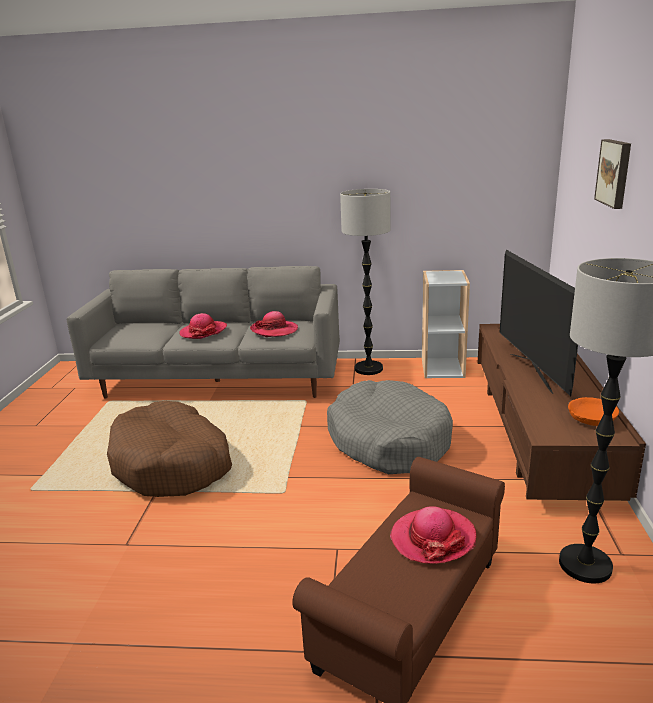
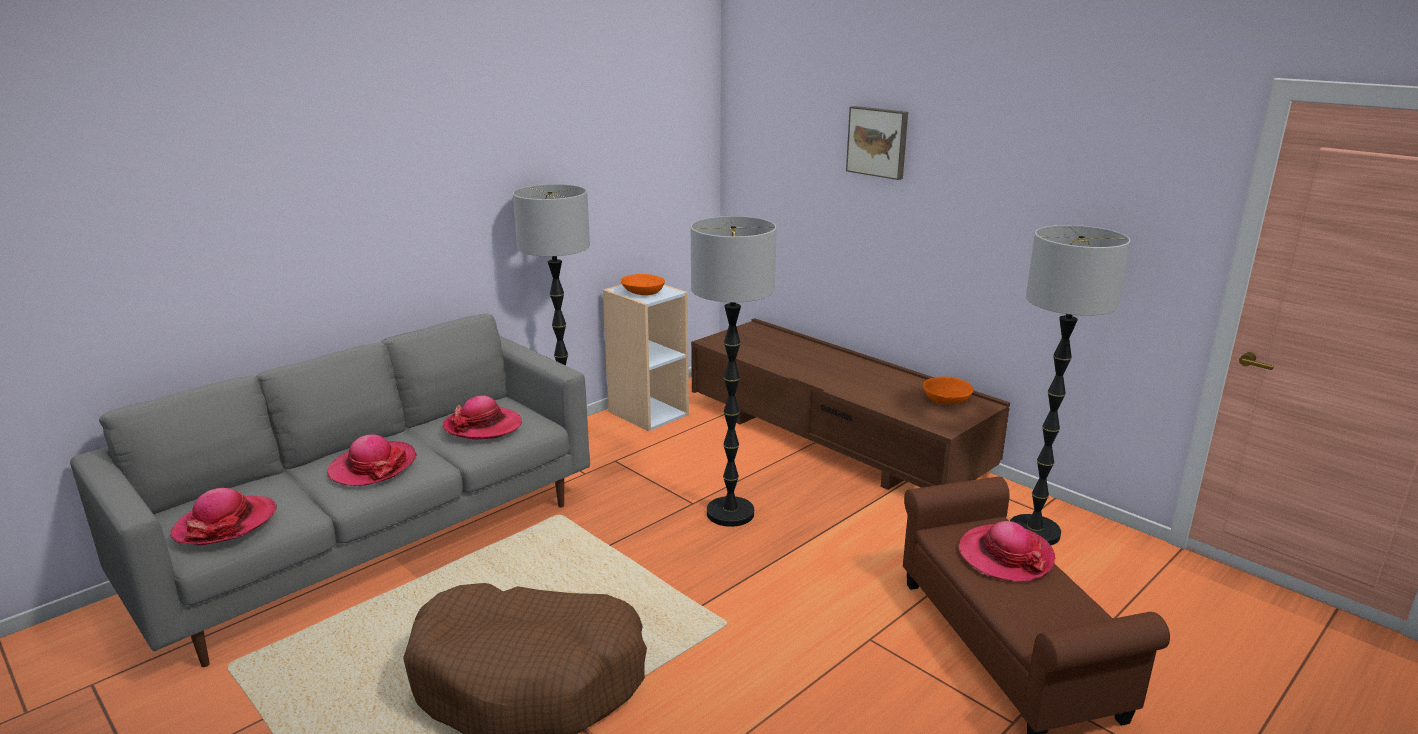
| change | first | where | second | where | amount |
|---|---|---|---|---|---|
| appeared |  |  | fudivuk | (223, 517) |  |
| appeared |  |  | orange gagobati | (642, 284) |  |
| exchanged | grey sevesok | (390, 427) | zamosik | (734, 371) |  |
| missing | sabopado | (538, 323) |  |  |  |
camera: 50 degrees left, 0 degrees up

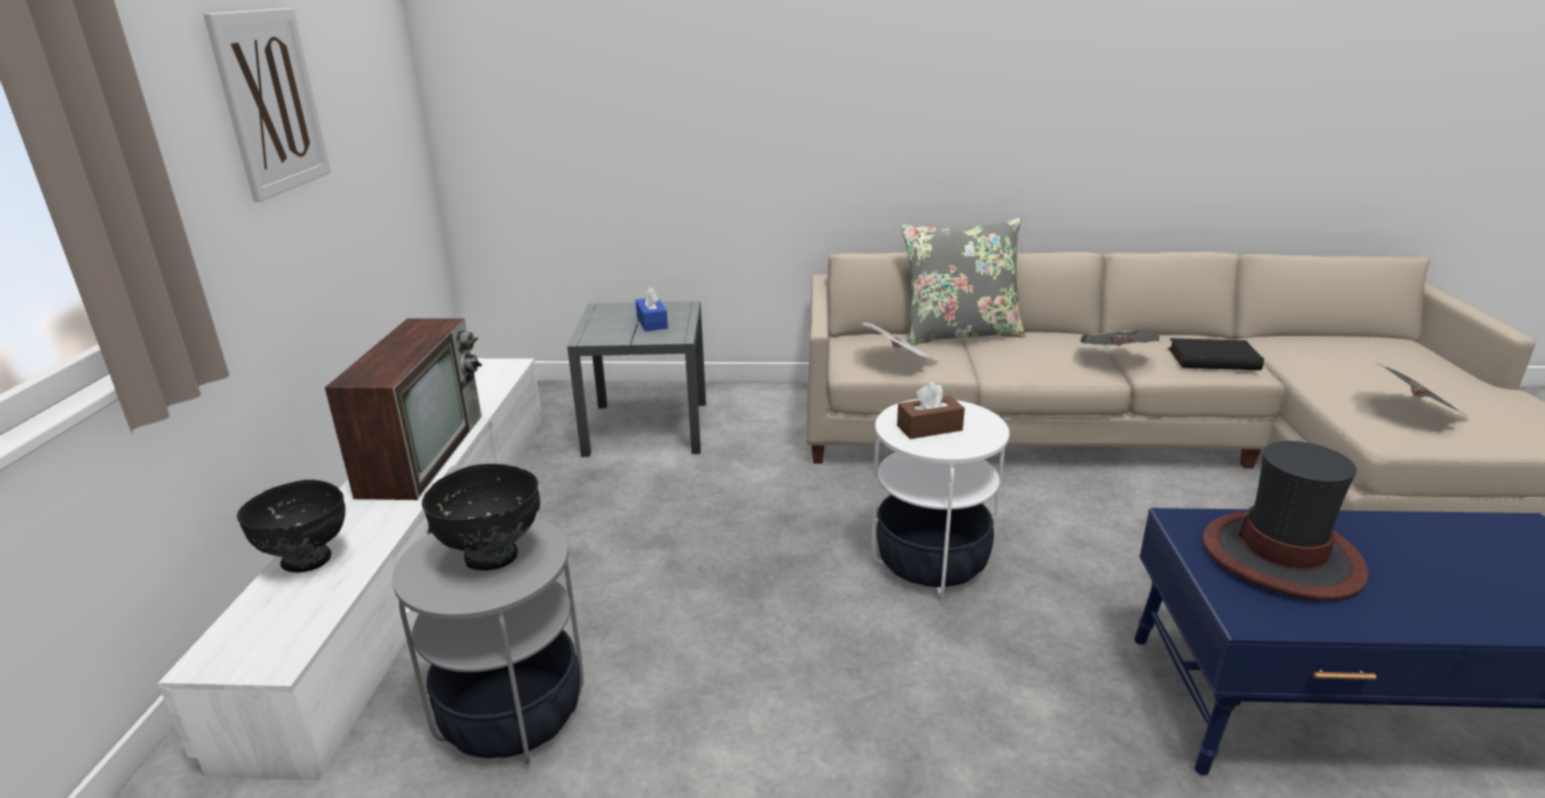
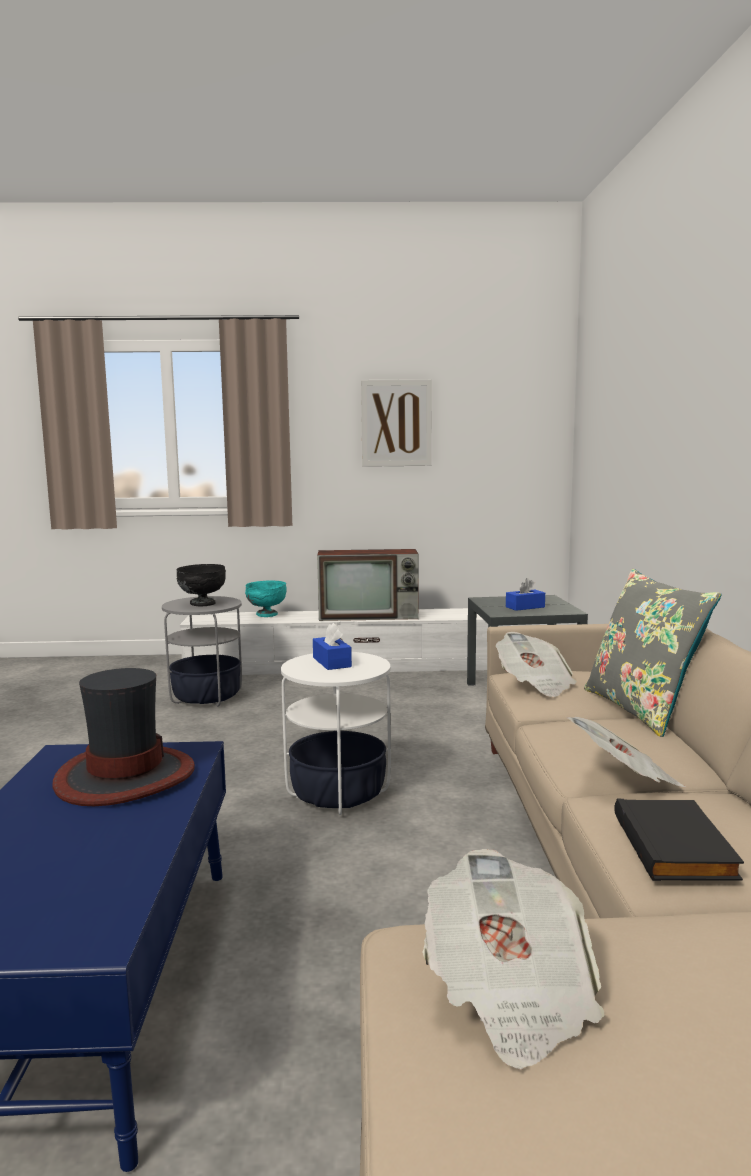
| change | first | where | second | where | amount |
|---|---|---|---|---|---|
| colour | black gagobati | (291, 526) | turquoise gagobati | (266, 598) |  |
| colour | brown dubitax | (931, 410) | blue dubitax | (332, 646) |  |
camera: 85 degrees right, 15 degrees down

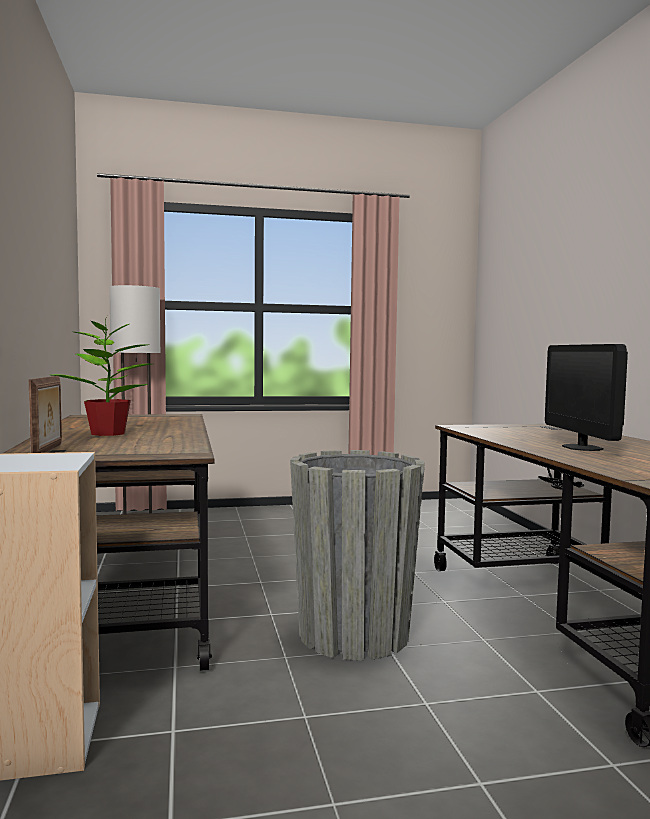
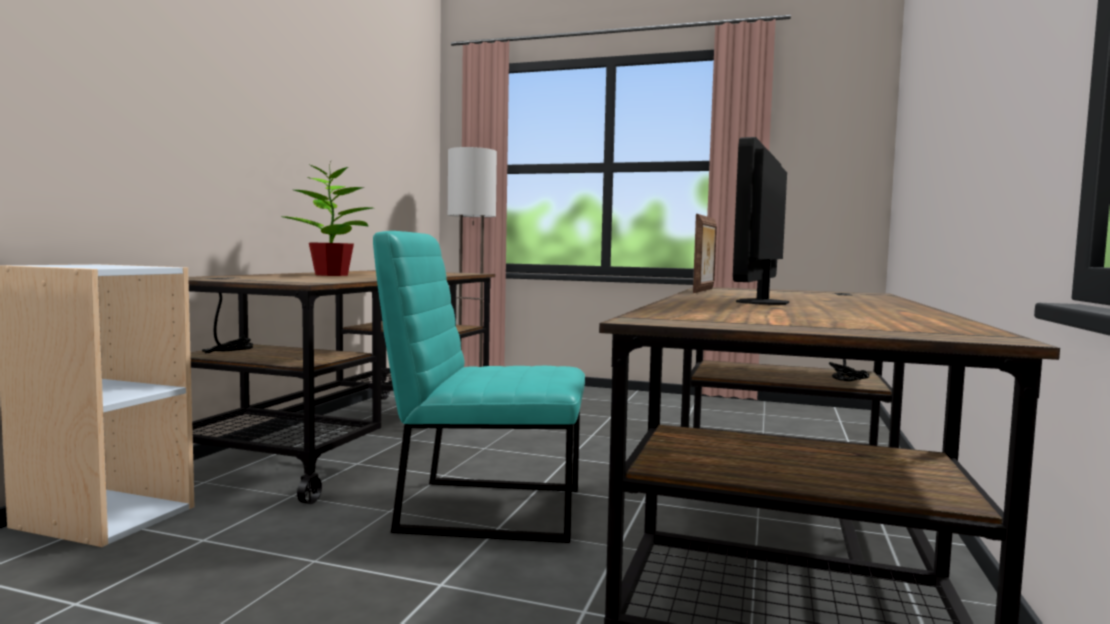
| change | first | where | second | where | amount |
|---|---|---|---|---|---|
| exchanged | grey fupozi | (357, 555) | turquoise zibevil | (479, 387) |  |
| relocated | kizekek | (45, 414) |  | (705, 253) |  |
camera: 30 degrees right, 0 degrees up

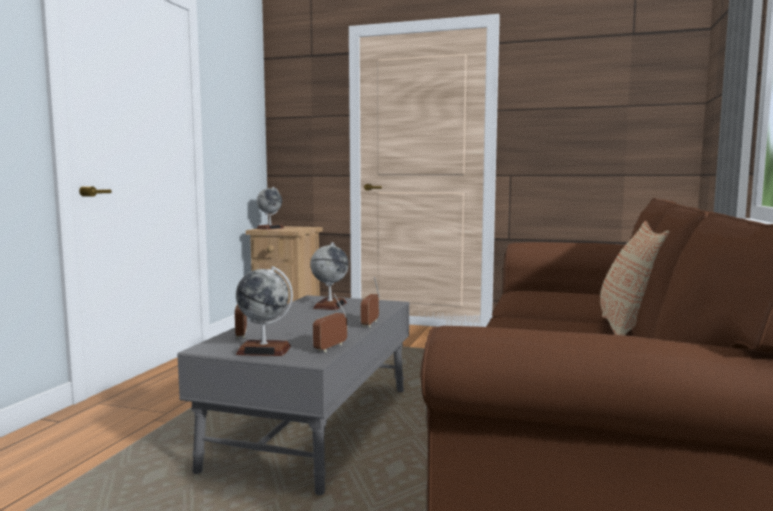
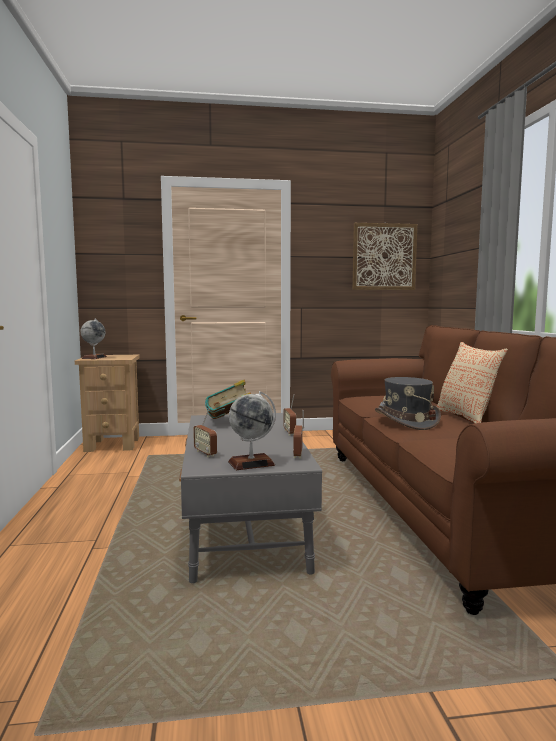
| change | first | where | second | where | amount |
|---|---|---|---|---|---|
| exchanged | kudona | (329, 276) | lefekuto | (228, 399) |  |
| appeared |  |  | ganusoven | (385, 256) |  |
| appeared |  |  | grey fudivuk | (408, 403) |  |
camera: 25 degrees left, 0 degrees up

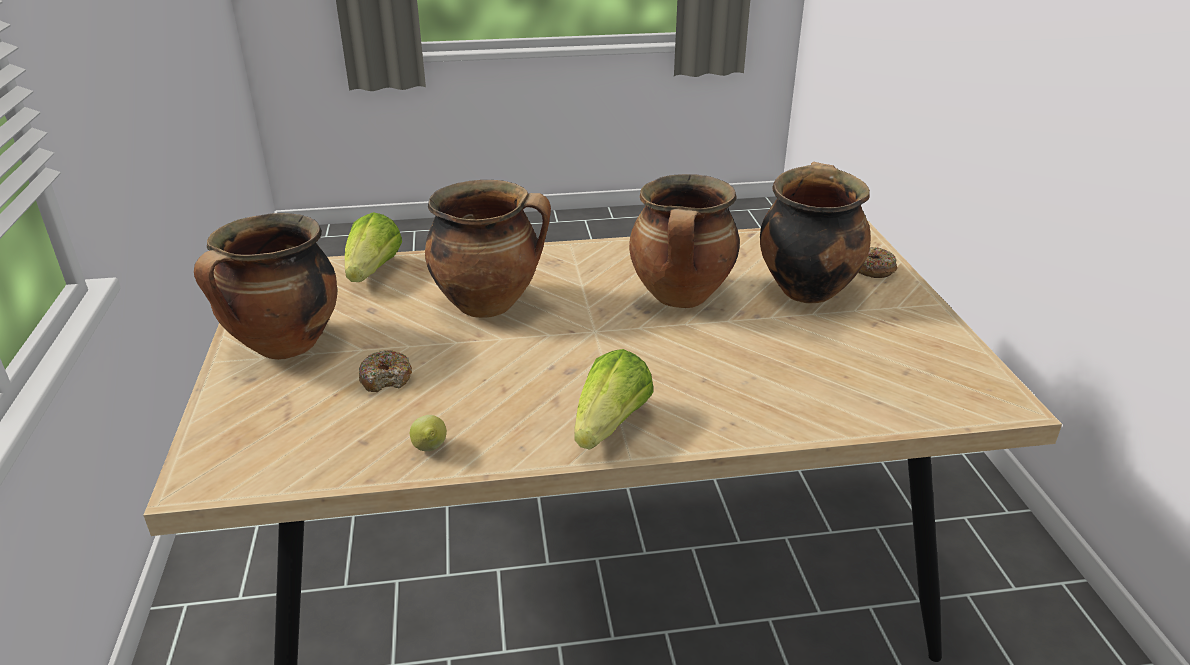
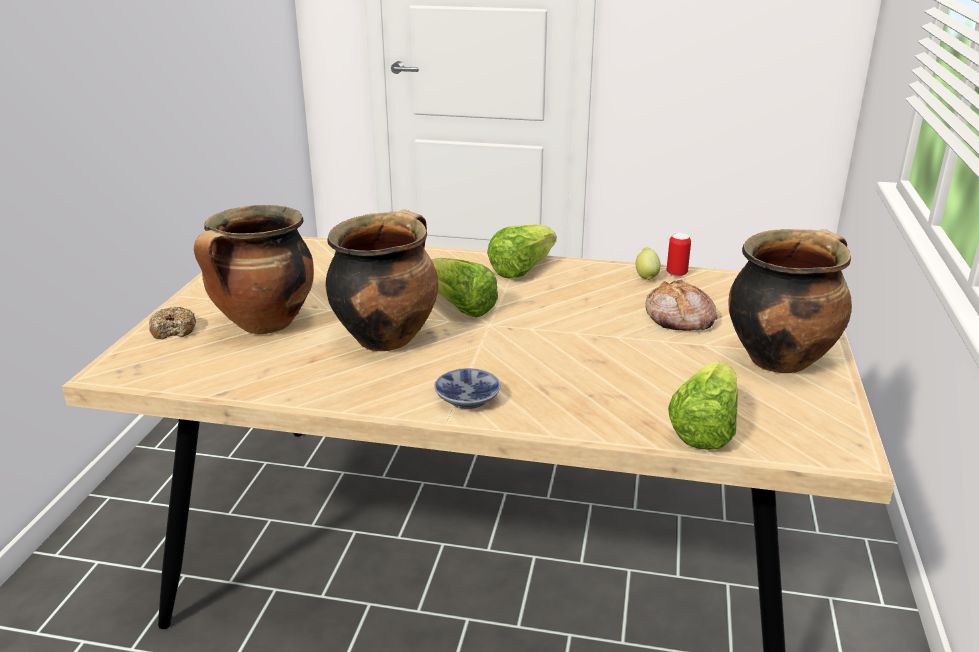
| change | first | where | second | where | amount |
|---|---|---|---|---|---|
| appeared |  |  | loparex | (464, 287) |  |
| appeared |  |  | gagobati | (467, 388) |  |
| exchanged | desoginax | (385, 371) | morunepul | (682, 305) |  |
| appeared |  |  | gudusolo | (679, 255) |  |
| missing | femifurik | (488, 249) |  |  |  |
camera: 160 degrees left, 5 degrees down

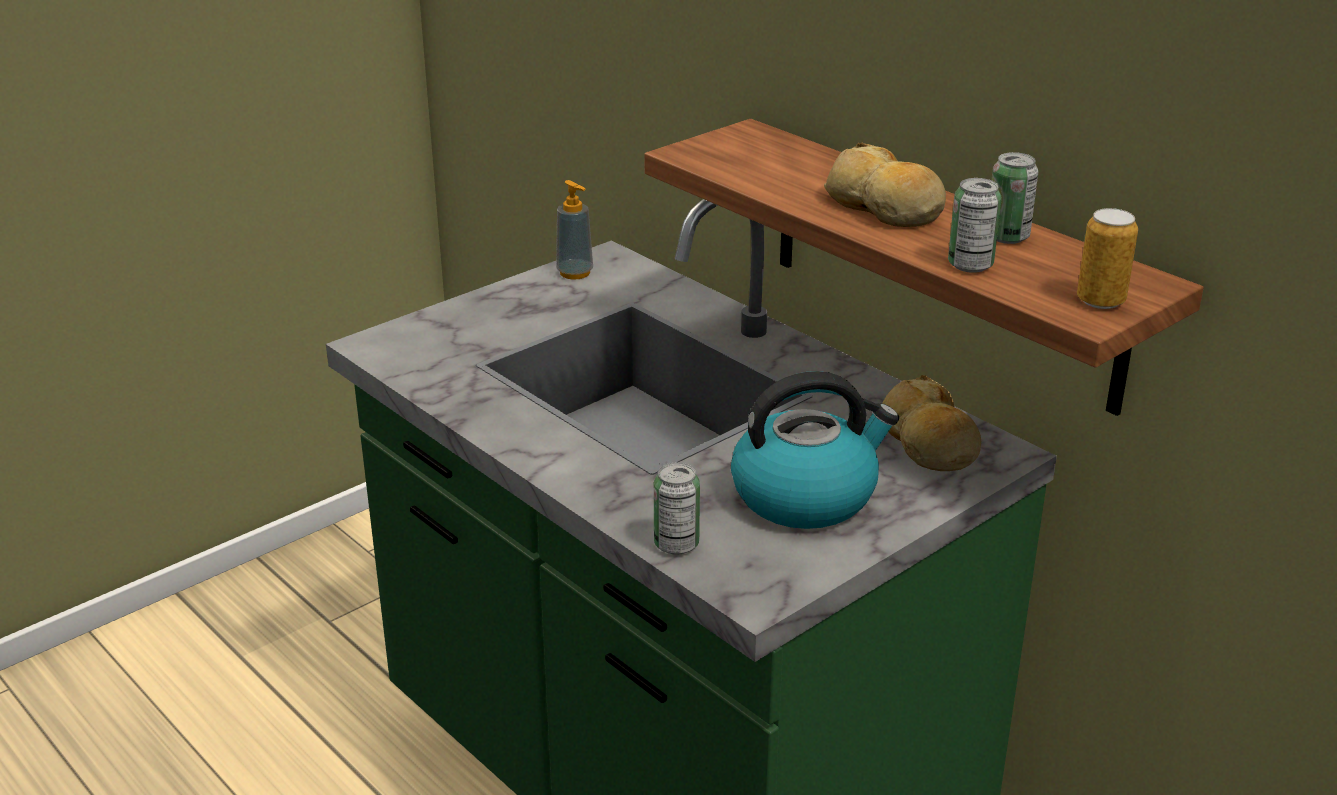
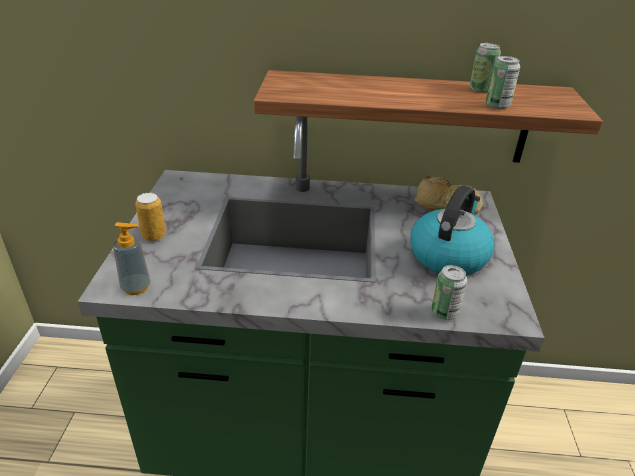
| change | first | where | second | where | amount |
|---|---|---|---|---|---|
| relocated | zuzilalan | (574, 230) |  | (132, 258) |  |
| relocated | gudusolo | (1107, 258) |  | (150, 217) |  |
| missing | morunepul | (885, 184) |  |  |  |
camera: 45 degrees left, 5 degrees up

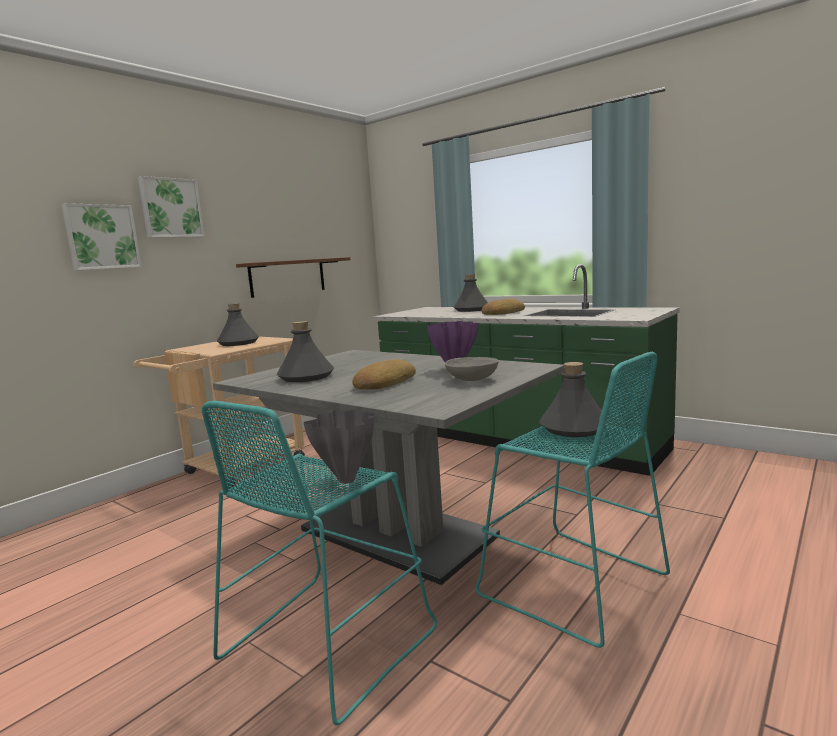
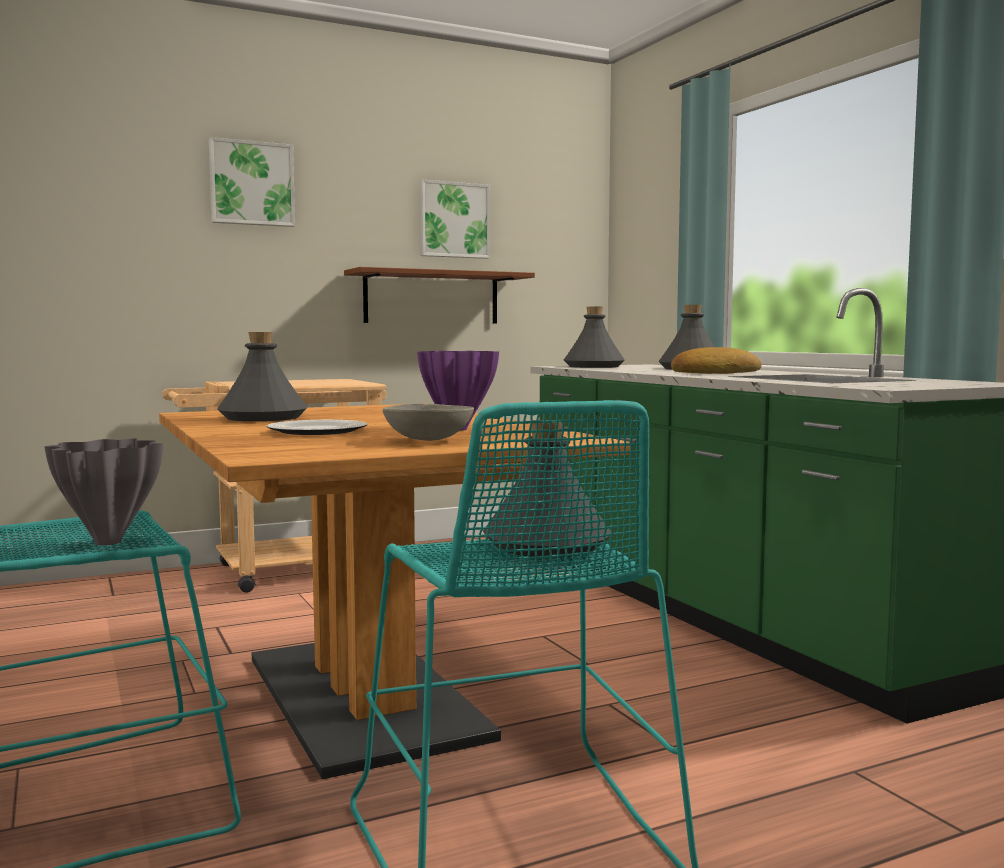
| change | first | where | second | where | amount |
|---|---|---|---|---|---|
| colour | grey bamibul | (389, 467) | brown bamibul | (394, 591) |  |
| exchanged | morunepul | (384, 374) | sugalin | (316, 427) |  |
| relocated | ganusoven | (101, 237) |  | (454, 219) |  |
| relocated | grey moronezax | (238, 324) |  | (594, 337) |  |
camera: 25 degrees right, 5 degrees down

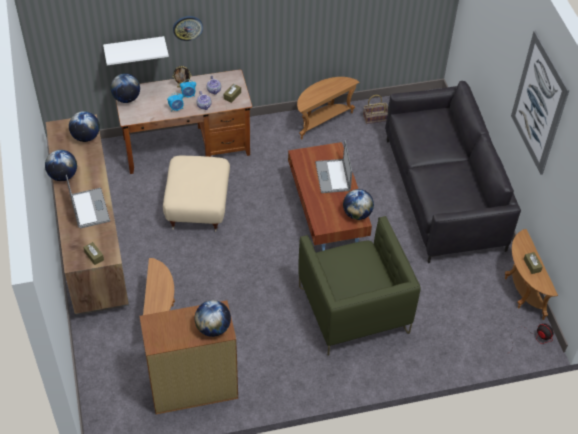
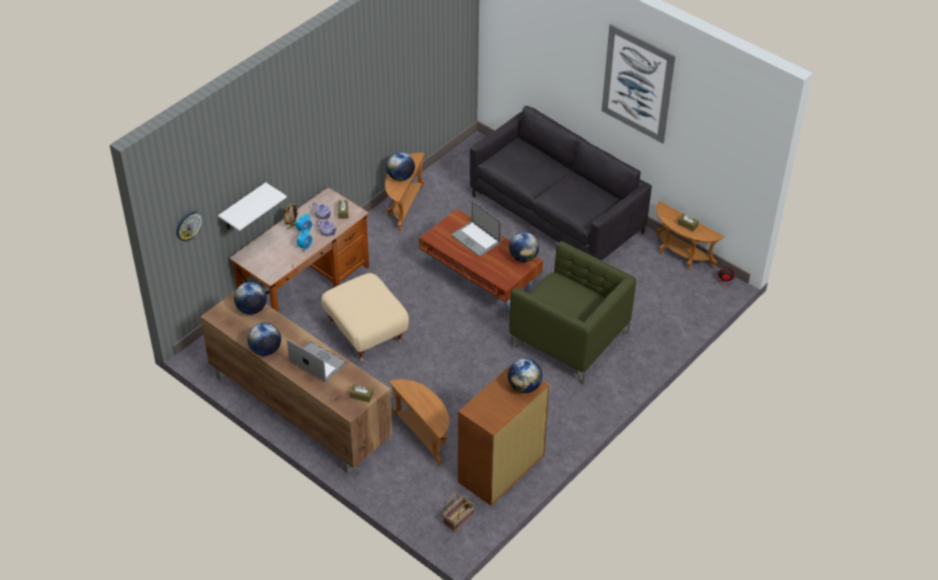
| change | first | where | second | where | amount |
|---|---|---|---|---|---|
| relocated | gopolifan | (188, 28) |  | (189, 226) |  |
| relocated | kudona | (125, 88) |  | (400, 166) |  |
| relocated | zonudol | (375, 109) |  | (459, 513) |  |
camera: 35 degrees left, 5 degrees down

